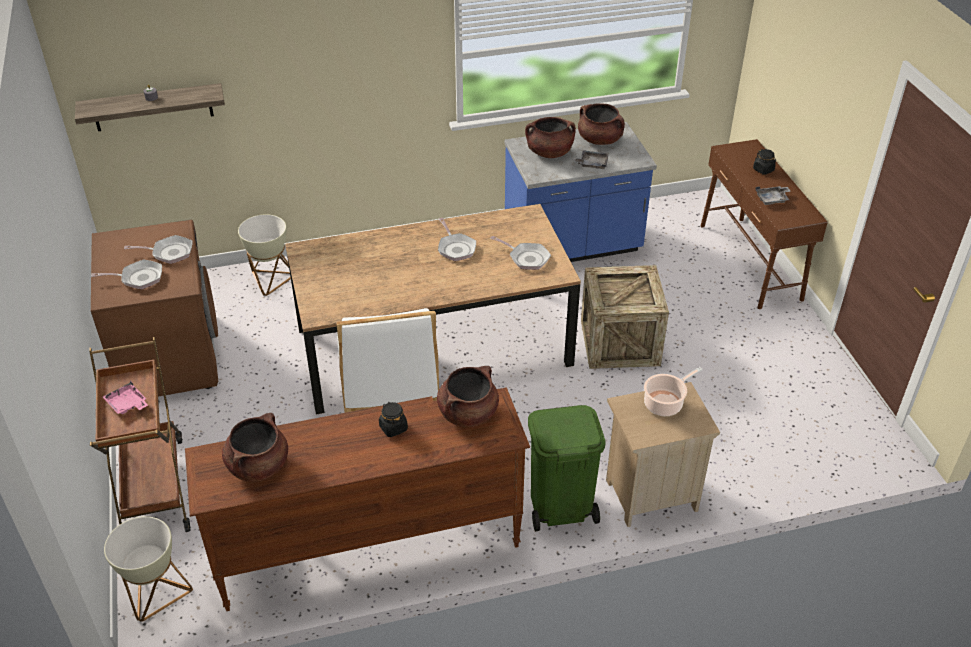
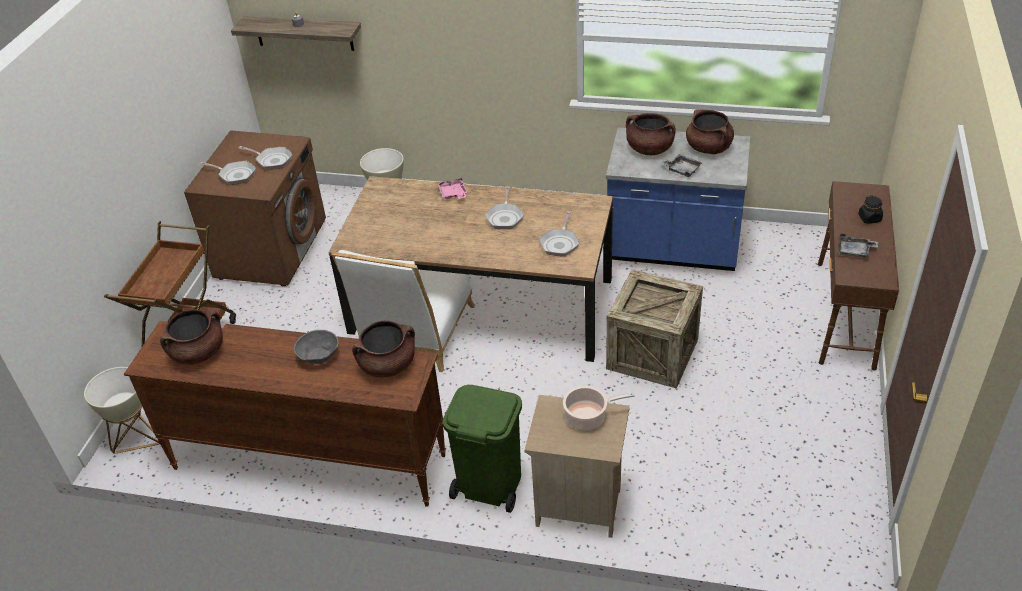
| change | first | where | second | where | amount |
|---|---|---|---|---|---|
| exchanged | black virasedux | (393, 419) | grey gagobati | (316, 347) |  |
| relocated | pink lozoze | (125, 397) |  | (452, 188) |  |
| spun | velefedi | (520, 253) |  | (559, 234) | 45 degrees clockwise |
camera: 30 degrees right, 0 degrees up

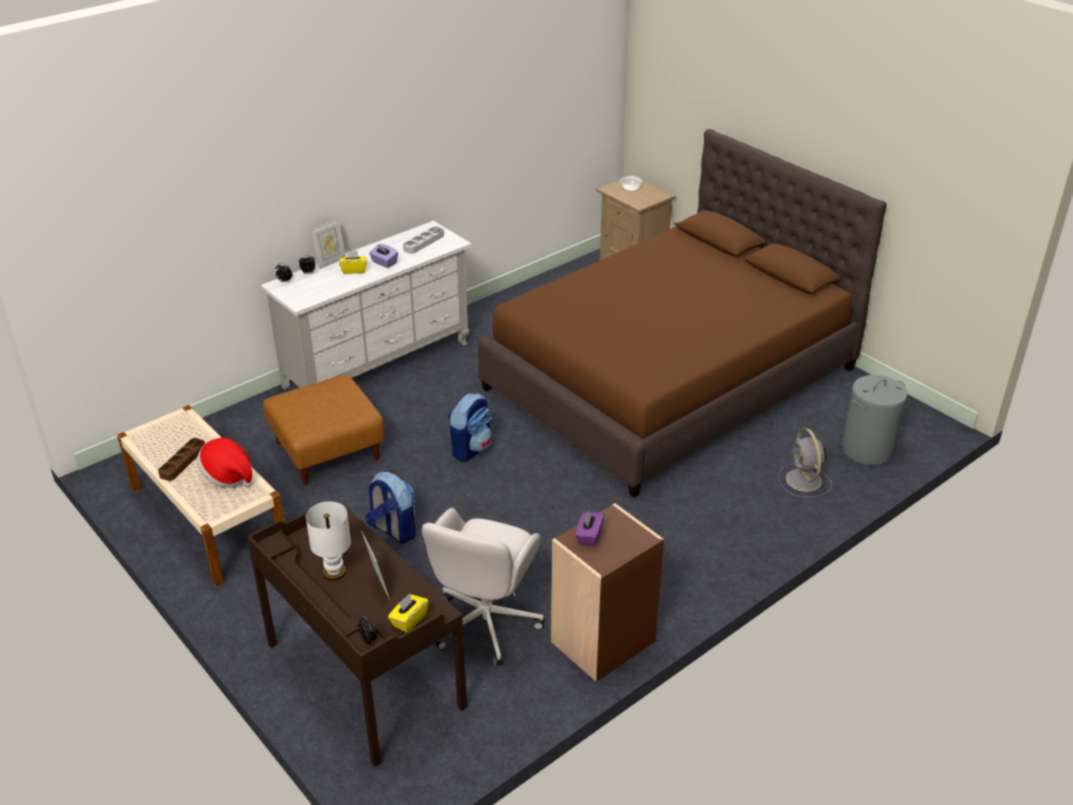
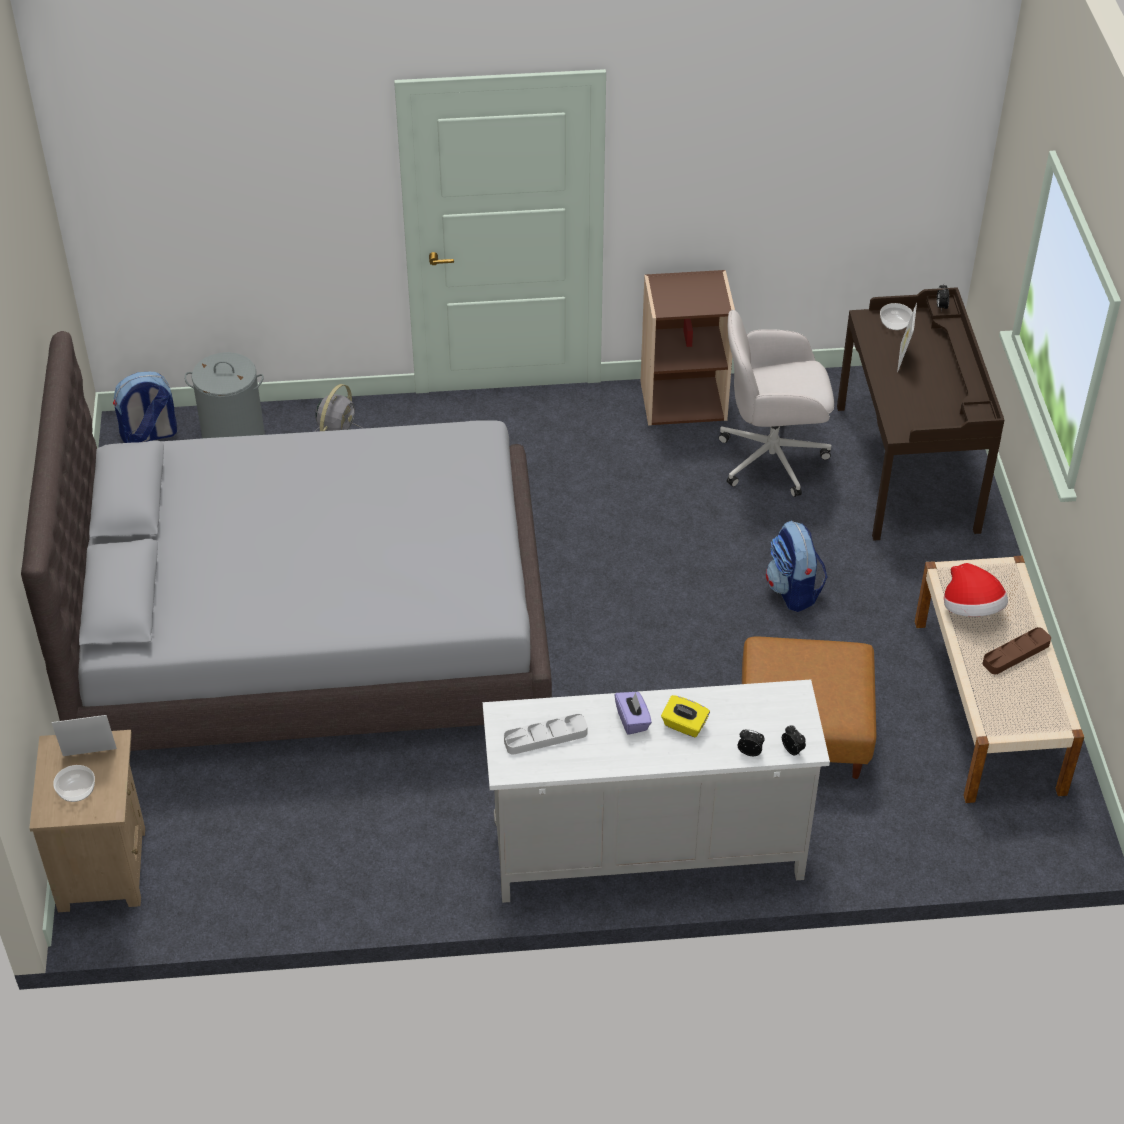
| change | first | where | second | where | amount |
|---|---|---|---|---|---|
| colour | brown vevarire | (682, 313) | grey vevarire | (286, 541) |  |
| relocated | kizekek | (328, 244) |  | (84, 735) |  |
| relocated | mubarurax | (470, 427) |  | (145, 407) |  |
| spun | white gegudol | (483, 587) |  | (776, 403) | 150 degrees counterclockwise |
| exchanged | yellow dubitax | (408, 613) | gagobati | (896, 316) |  |
| missing | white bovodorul | (328, 541) |  |  |  |
| missing | purple dubitax | (589, 528) |  |  |  |
camera: 145 degrees left, 10 degrees up

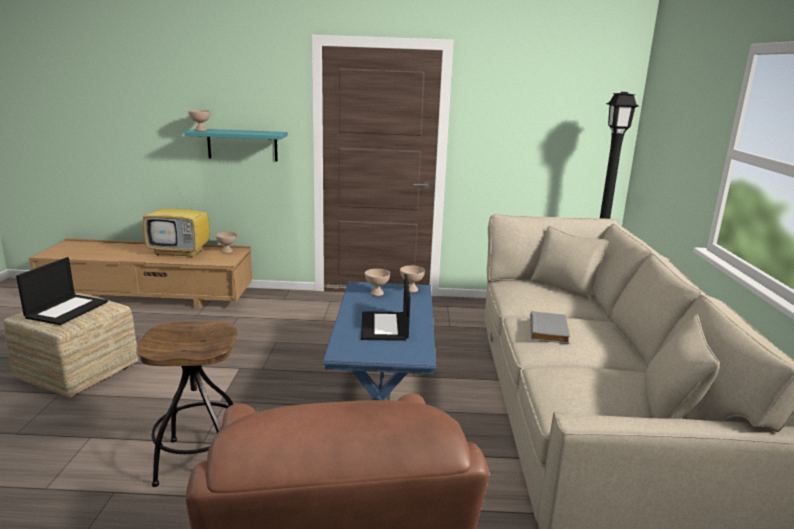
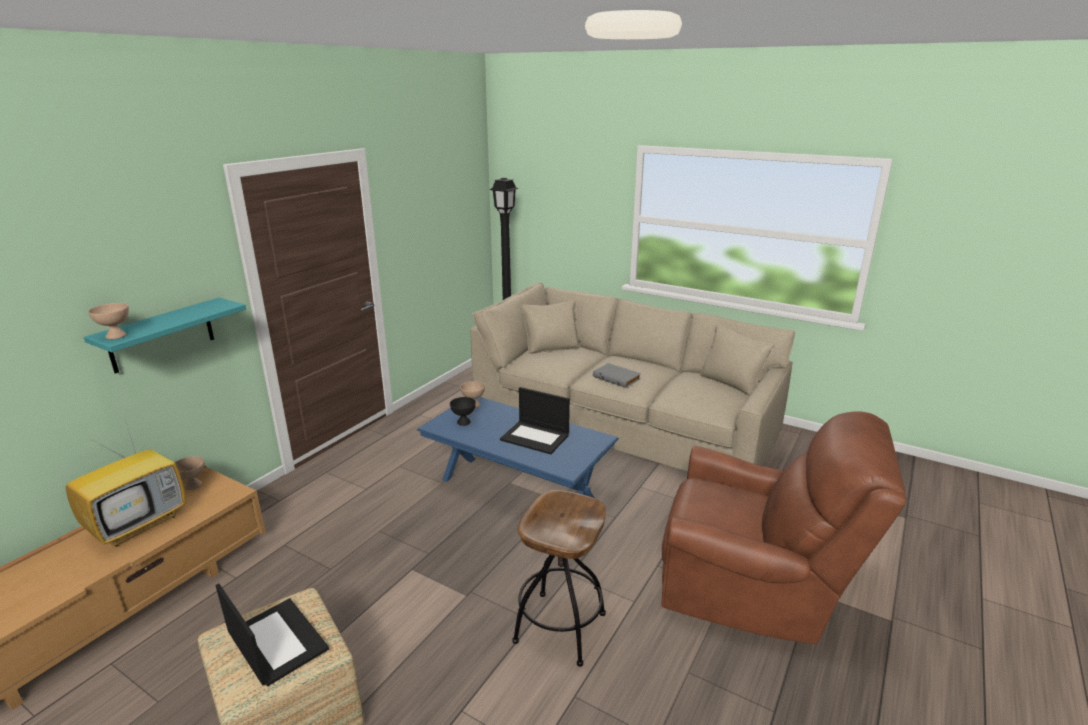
| change | first | where | second | where | amount |
|---|---|---|---|---|---|
| colour | beige gagobati | (377, 282) | black gagobati | (463, 411) |  |
camera: 60 degrees left, 5 degrees up

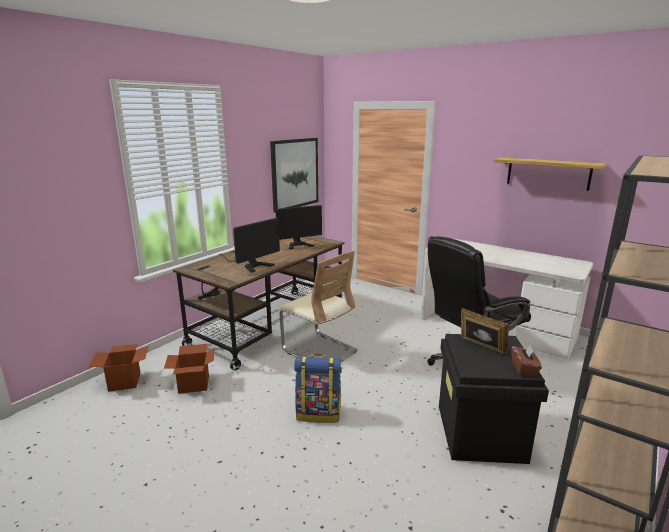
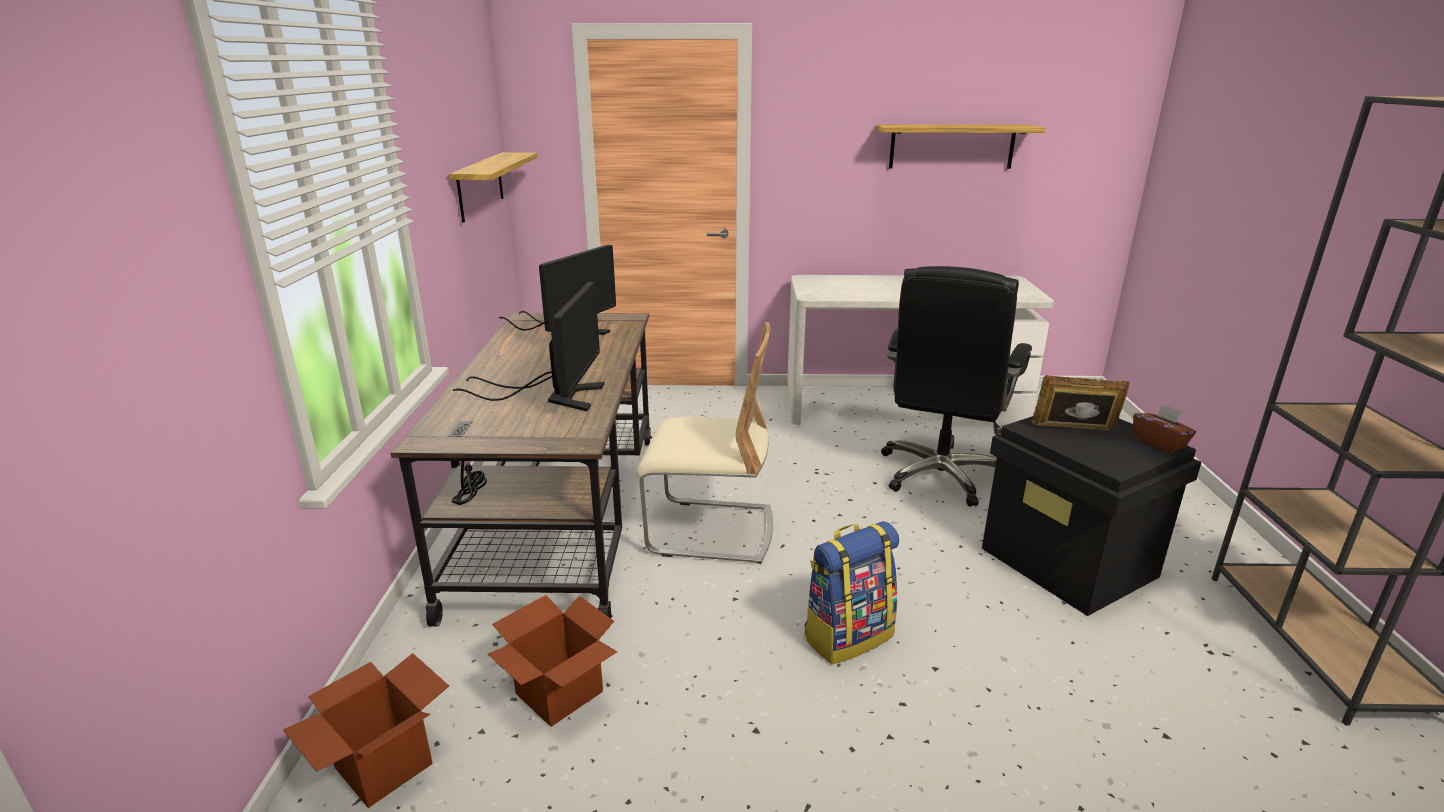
| change | first | where | second | where | amount |
|---|---|---|---|---|---|
| exchanged | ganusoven | (294, 175) | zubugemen | (493, 187) |  |
camera: 35 degrees left, 5 degrees up

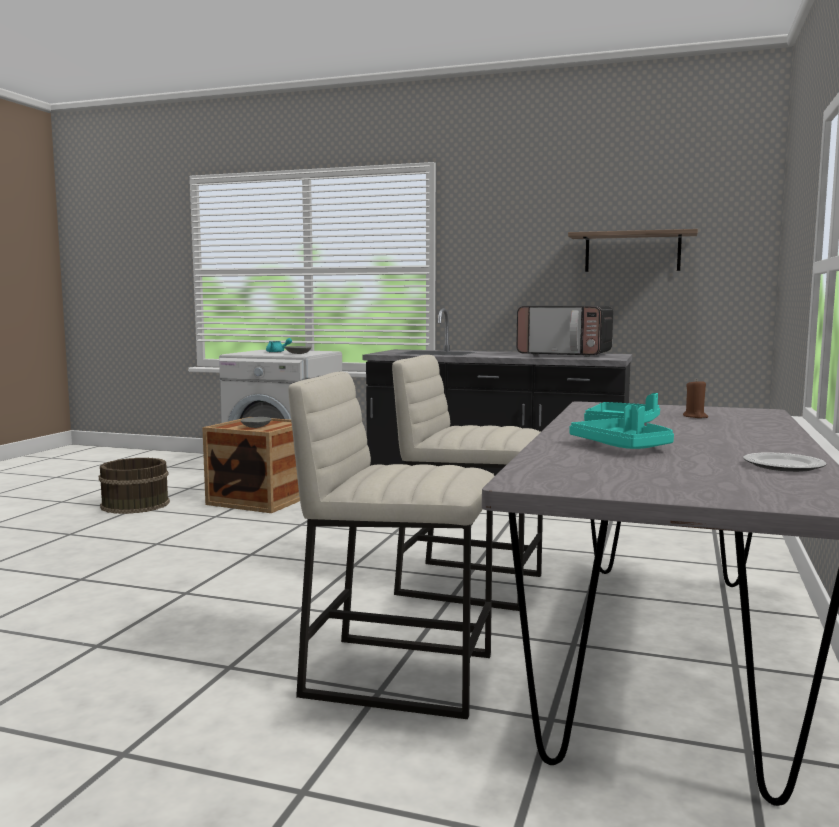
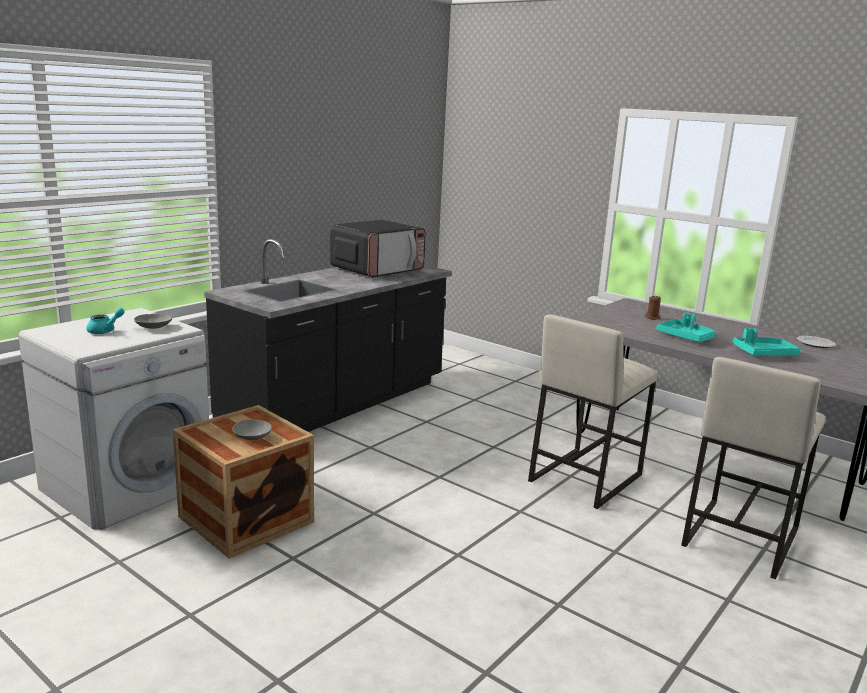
| change | first | where | second | where | amount |
|---|---|---|---|---|---|
| missing | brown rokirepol | (134, 486) |  |  |  |
| missing | zubugemen | (633, 250) |  |  |  |
camera: 70 degrees left, 10 degrees up

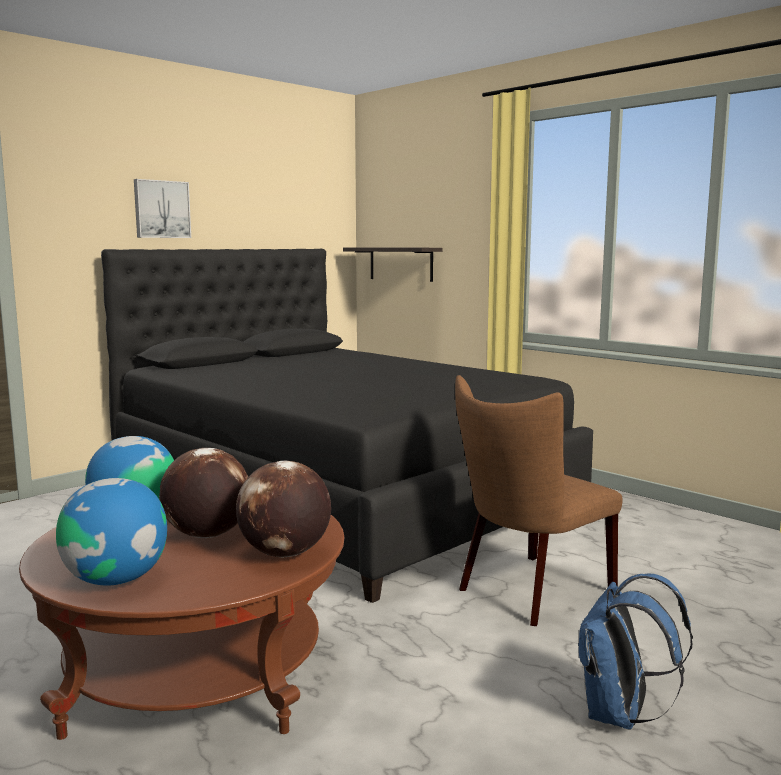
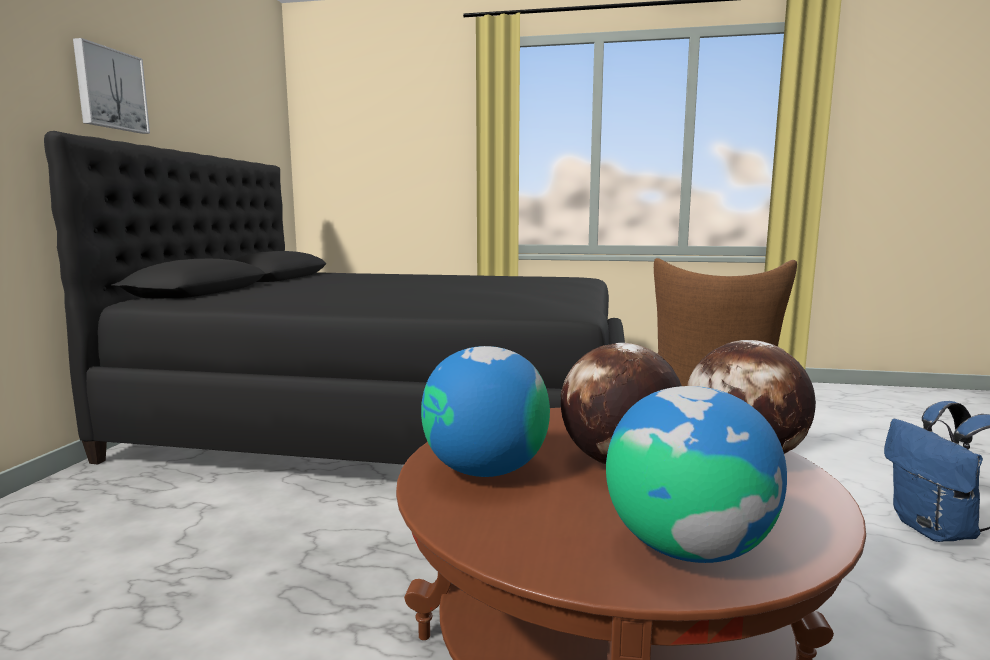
| change | first | where | second | where | amount |
|---|---|---|---|---|---|
| missing | zubugemen | (393, 265) |  |  |  |
camera: 35 degrees left, 0 degrees up

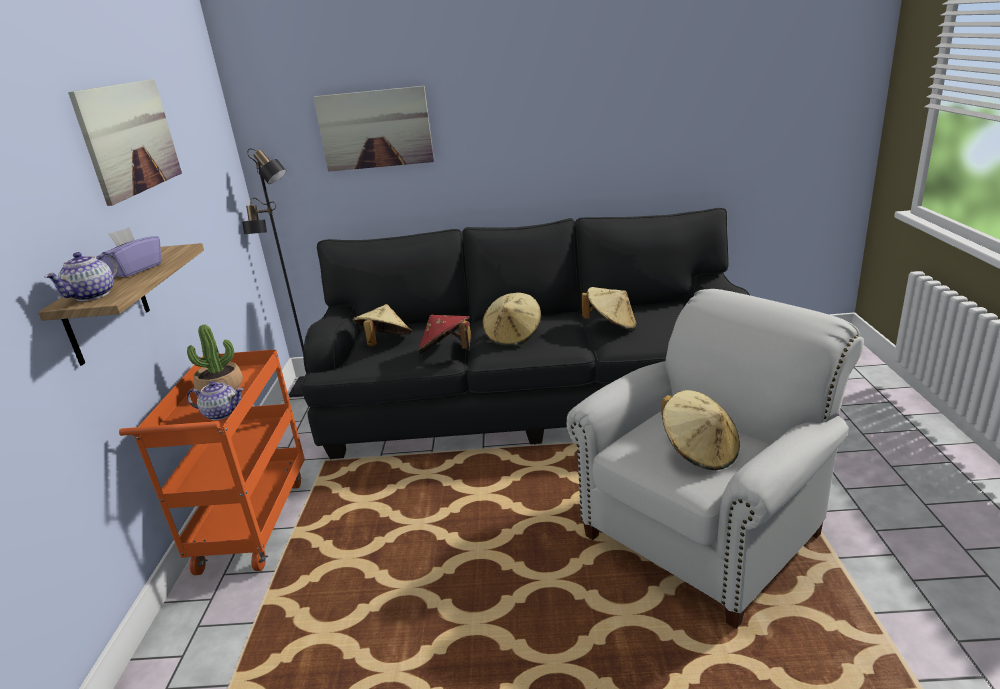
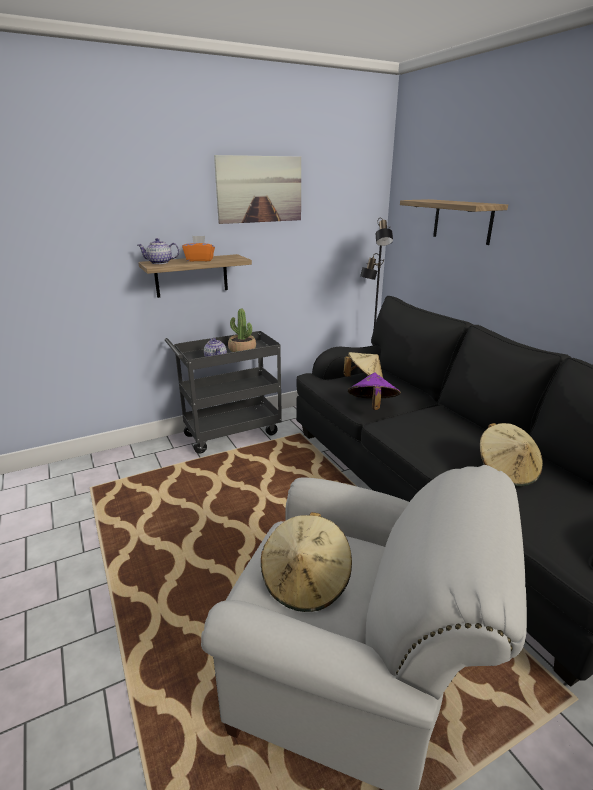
| change | first | where | second | where | amount |
|---|---|---|---|---|---|
| colour | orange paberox | (212, 462) | grey paberox | (223, 392) |  |
| colour | purple dubitax | (128, 252) | orange dubitax | (198, 248) |  |
| colour | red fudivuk | (444, 334) | purple fudivuk | (374, 391) |  |
| exchanged | ganusoven | (373, 129) | zubugemen | (454, 222) |  |
| missing | beige fudivuk | (512, 320) |  |  |  |
camera: 60 degrees right, 0 degrees up

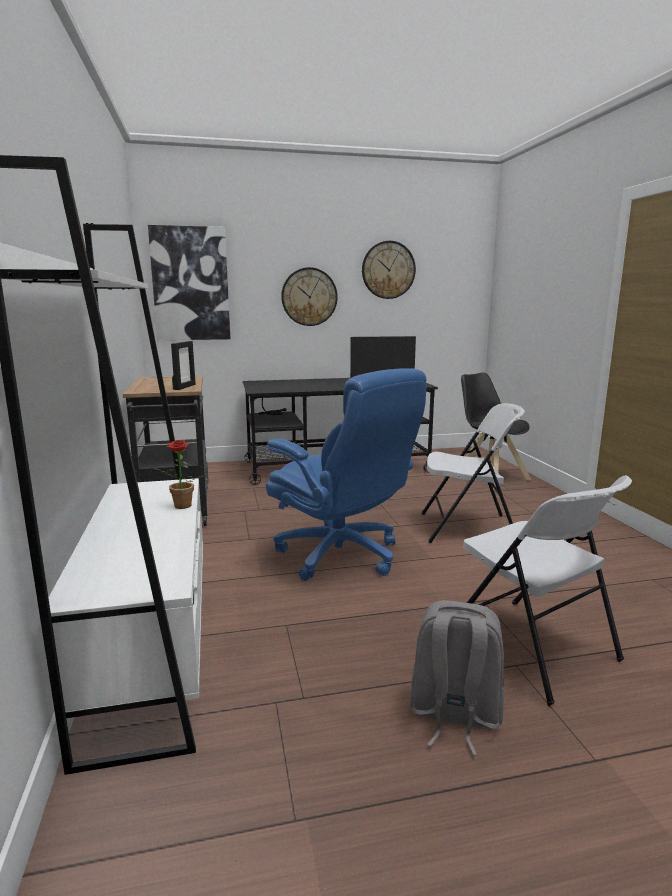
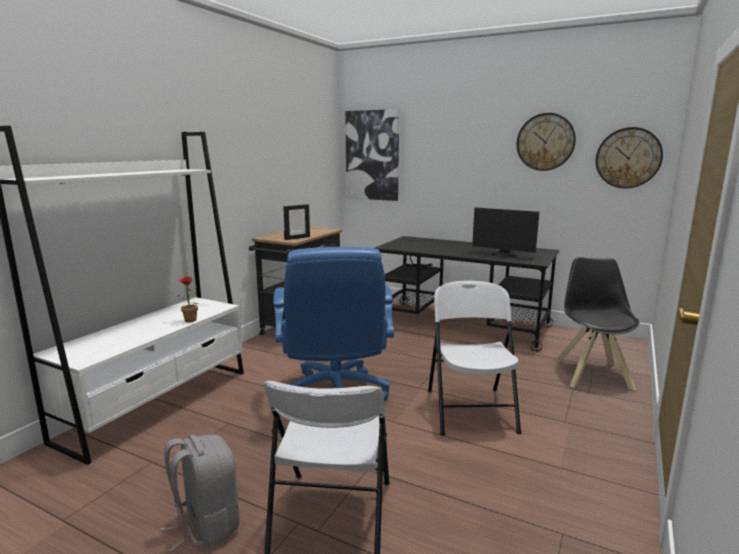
| change | first | where | second | where | amount |
|---|---|---|---|---|---|
| spun | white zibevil | (473, 473) |  | (475, 358) | 135 degrees counterclockwise |
| relocated | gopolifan | (309, 296) |  | (629, 158) |  |
camera: 40 degrees right, 0 degrees up

